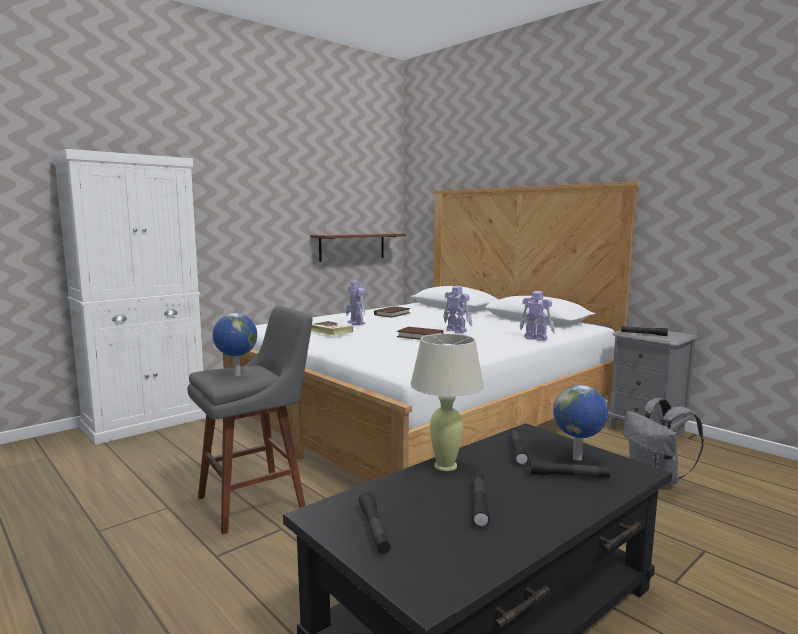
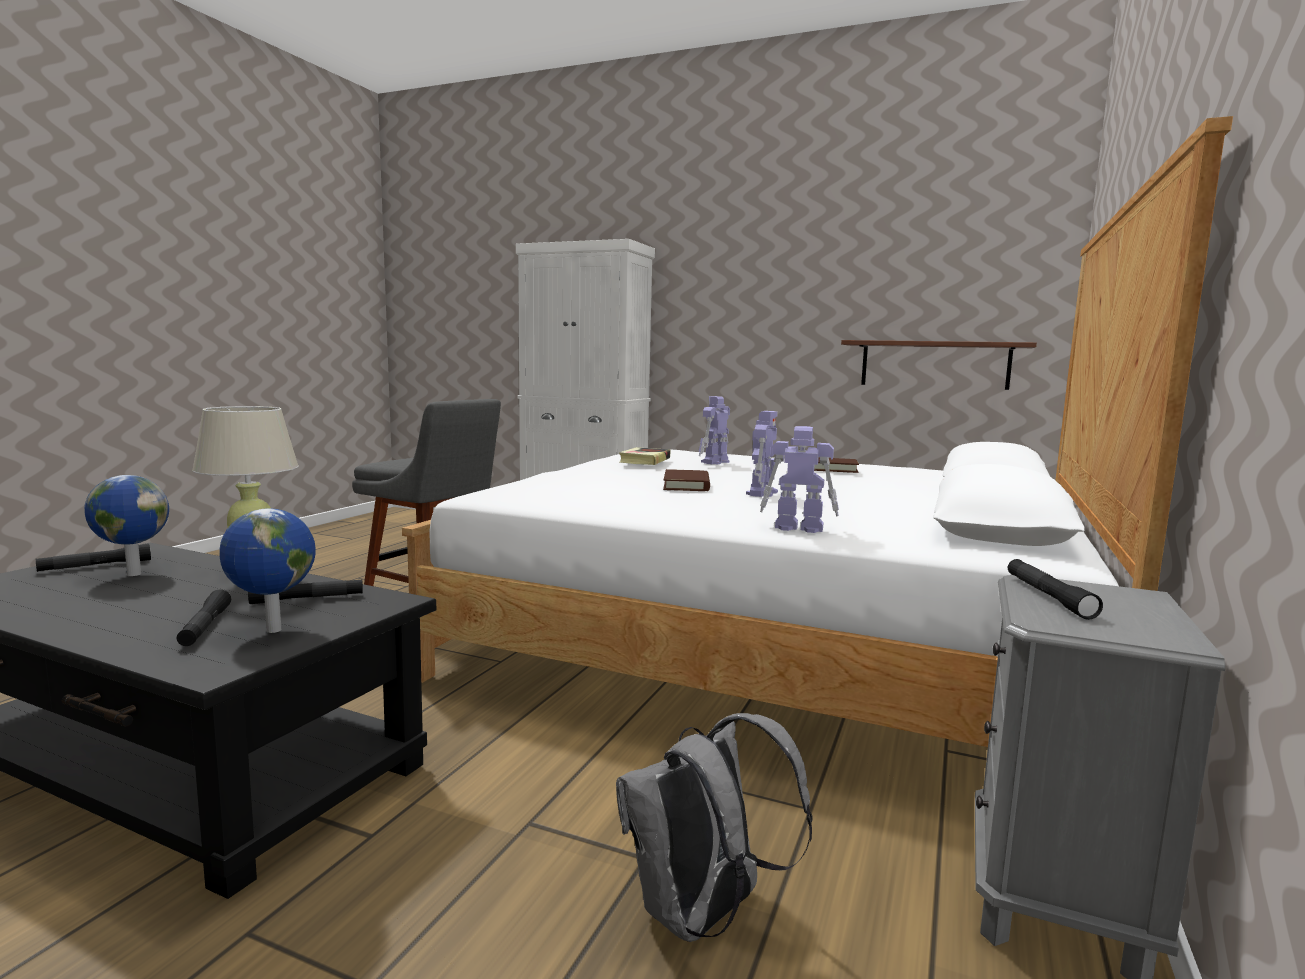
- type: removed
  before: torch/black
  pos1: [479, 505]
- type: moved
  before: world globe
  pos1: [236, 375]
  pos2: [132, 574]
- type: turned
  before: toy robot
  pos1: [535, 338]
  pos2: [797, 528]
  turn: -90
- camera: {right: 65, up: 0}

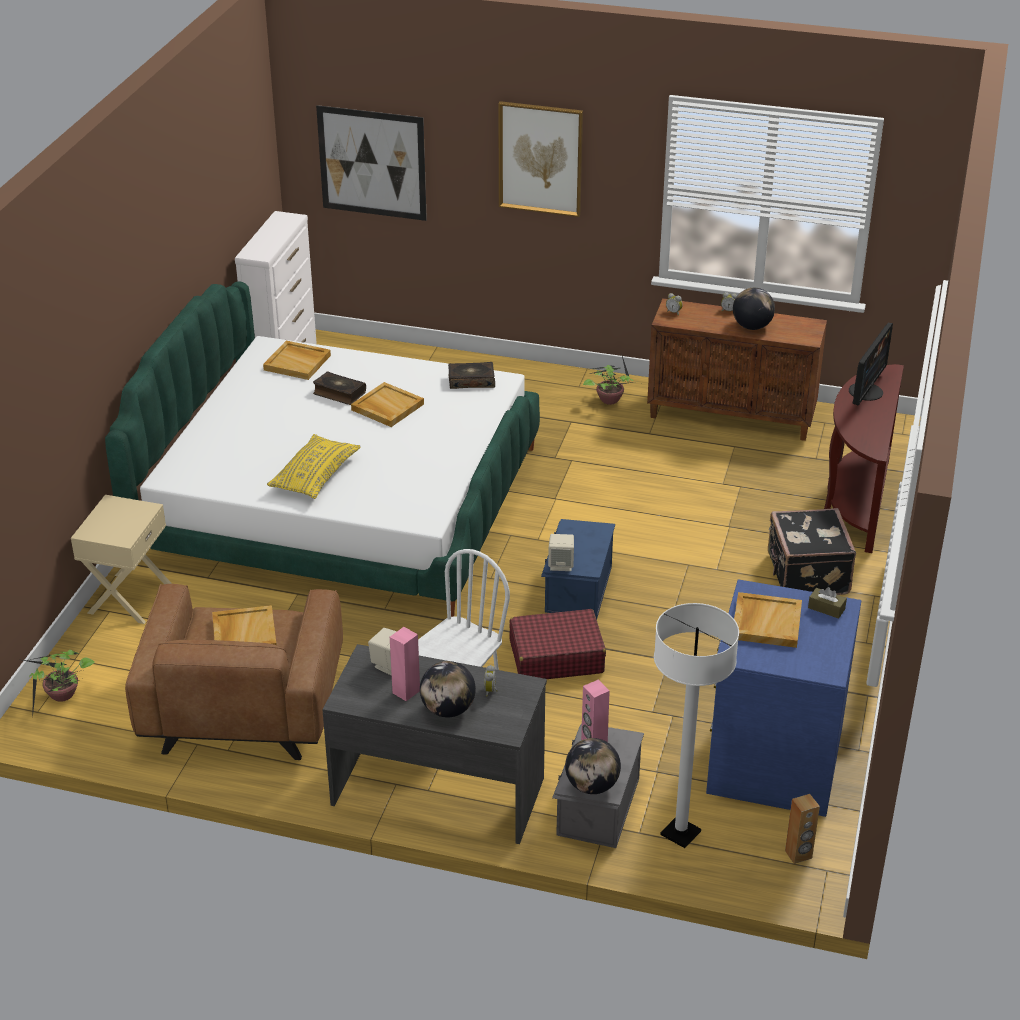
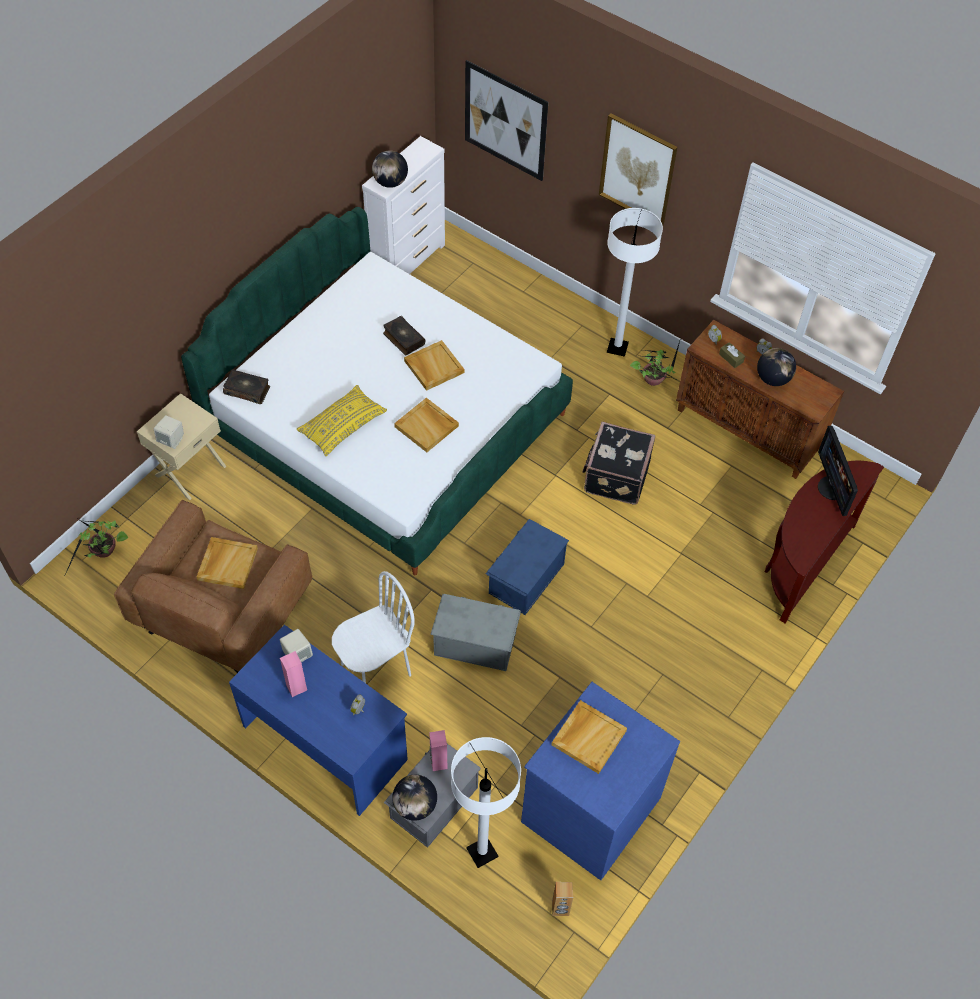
- type: added
  after: standing lamp/white-coloured
  pos2: [617, 348]
- type: moved
  before: serving tray/beige
  pos1: [298, 362]
  pos2: [427, 426]
- type: moved
  before: world globe
  pos1: [448, 710]
  pos2: [390, 182]
- type: moved
  before: book
  pos1: [471, 381]
  pos2: [247, 390]
- type: moved
  before: loudspeaker/beige
  pos1: [561, 565]
  pos2: [172, 440]
- type: moved
  before: suitcase/black
  pos1: [806, 574]
  pos2: [615, 476]
- type: moved
  before: tissue box/brownish
  pos1: [826, 608]
  pos2: [731, 358]
- type: replaced
  before: suitcase/red-coloured
  after: storage container/gray
  pos1: [556, 656]
  pos2: [475, 642]
- type: recoloured
  before: desk table/gray
  after: desk table/blue-coloured
  pos1: [438, 790]
  pos2: [326, 741]
- type: turned
  before: computer display
  pos1: [866, 391]
  pos2: [832, 488]
  turn: 120
- camera: {right: 20, up: 20}

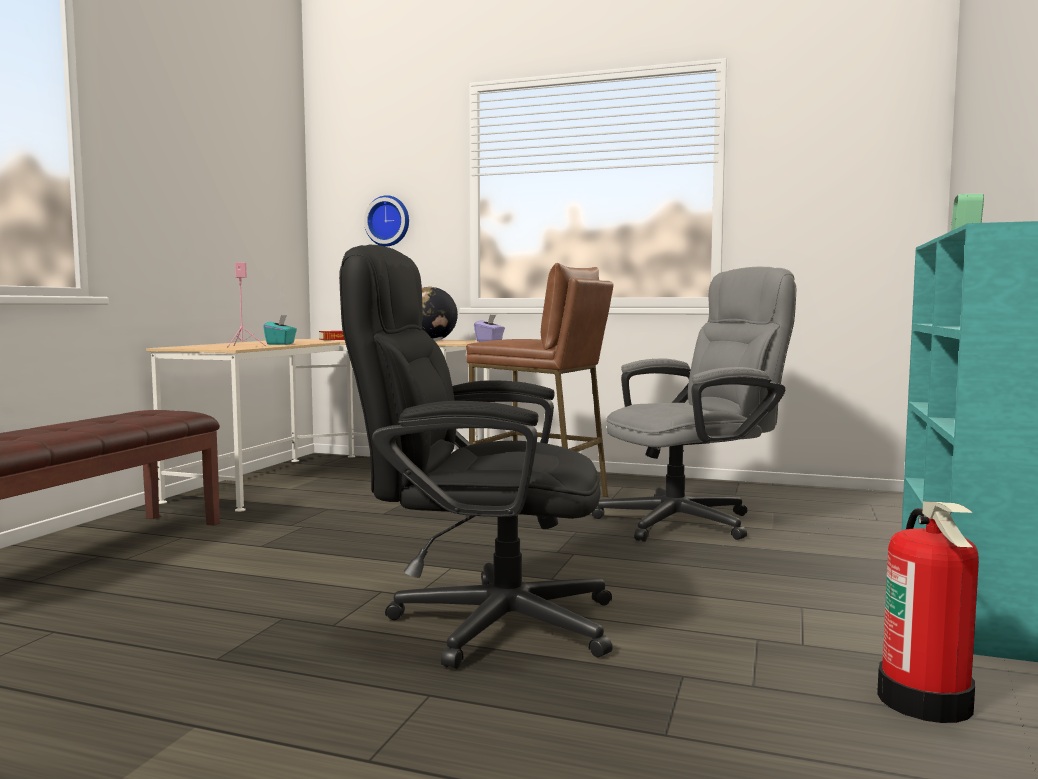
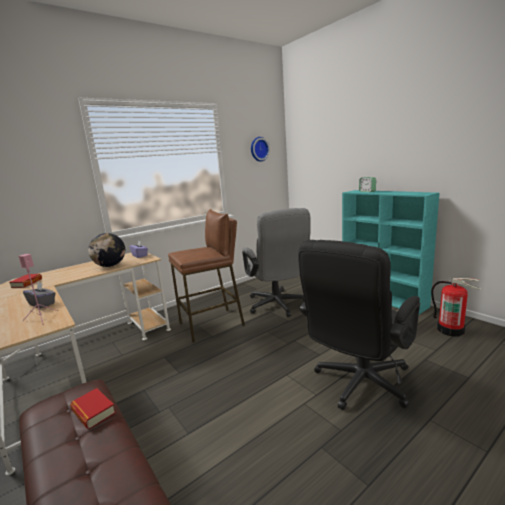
- type: added
  after: book
  pos2: [93, 412]
- type: moved
  before: hanging clock
  pos1: [388, 221]
  pos2: [258, 149]
- type: recoloured
  before: tissue box/turquoise
  after: tissue box/gray
  pos1: [281, 344]
  pos2: [42, 304]
- type: turned
  before: desk chair/gray
  pos1: [690, 521]
  pos2: [278, 306]
  turn: 150
- camera: {right: -55, up: 10}

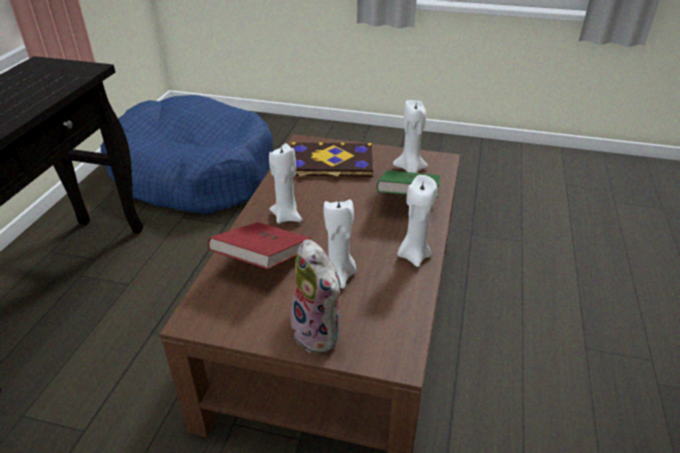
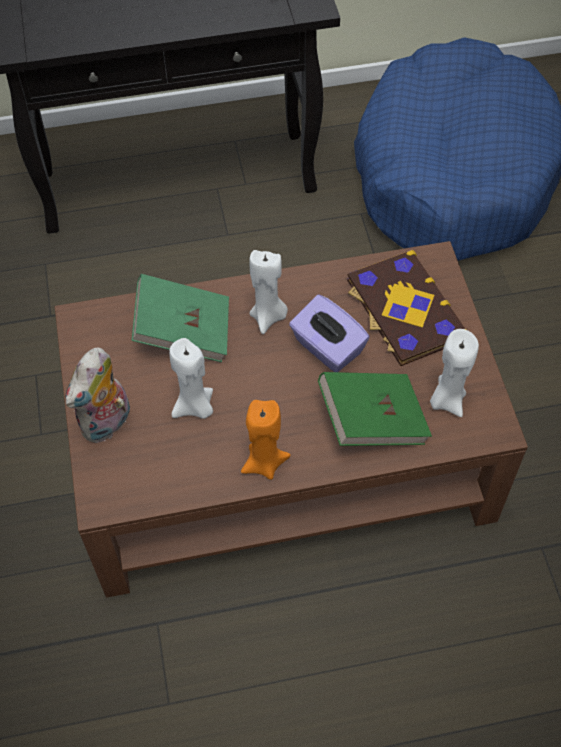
- type: added
  after: tissue box/purplish
  pos2: [327, 348]
- type: recoloured
  before: book/red-coloured
  after: book/greenish
  pos1: [262, 261]
  pos2: [183, 332]
- type: recoloured
  before: wax candle/white-coloured
  after: wax candle/orangey
  pos1: [413, 255]
  pos2: [264, 463]
- camera: {right: 65, up: 20}

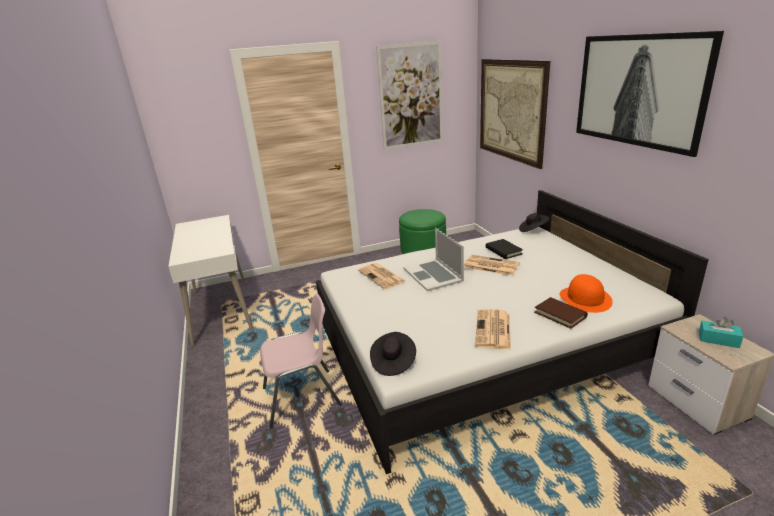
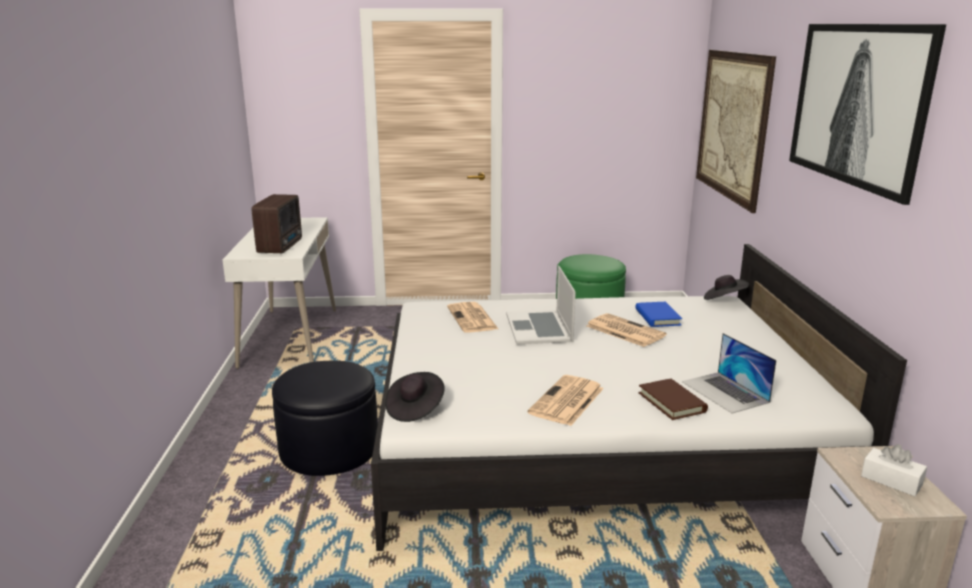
- type: removed
  before: wall art
  pos1: [411, 96]
- type: added
  after: radio set
  pos2: [281, 246]
- type: replaced
  before: upright chair/pinkish
  after: footrest/black
  pos1: [303, 397]
  pos2: [329, 449]
- type: replaced
  before: hat/orangey
  after: portable computer
  pos1: [585, 299]
  pos2: [725, 392]
- type: recoloured
  before: book/black
  after: book/blue-coloured
  pos1: [503, 251]
  pos2: [657, 317]
- type: recoloured
  before: tissue box/turquoise
  after: tissue box/white-coloured
  pos1: [718, 340]
  pos2: [891, 480]
- camera: {right: 15, up: -5}

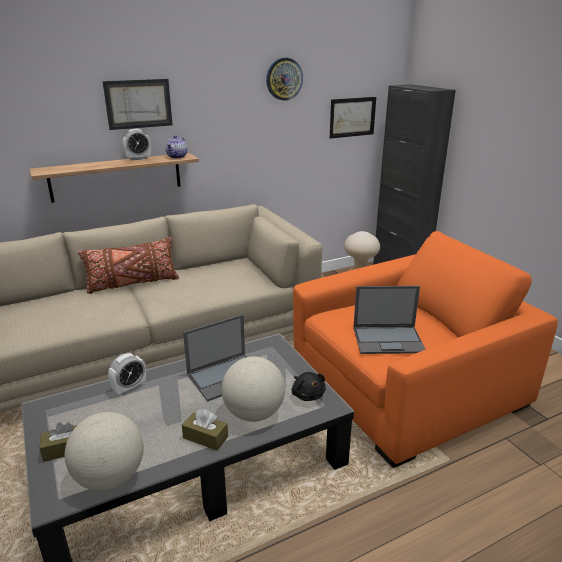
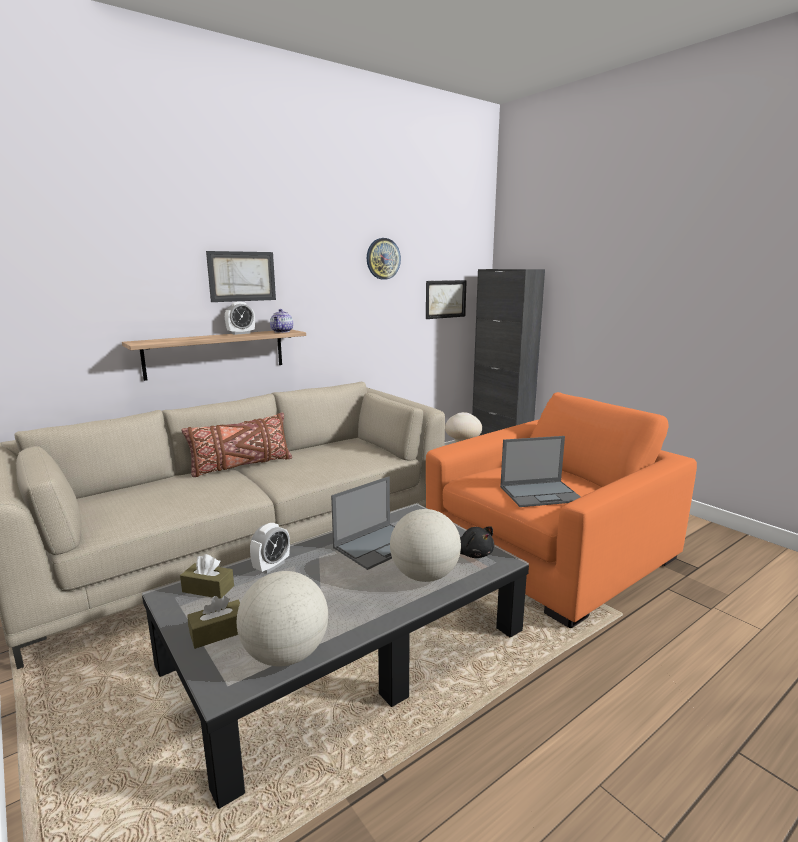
- type: moved
  before: tissue box/brownish
  pos1: [205, 437]
  pos2: [208, 589]
- camera: {right: -10, up: -10}

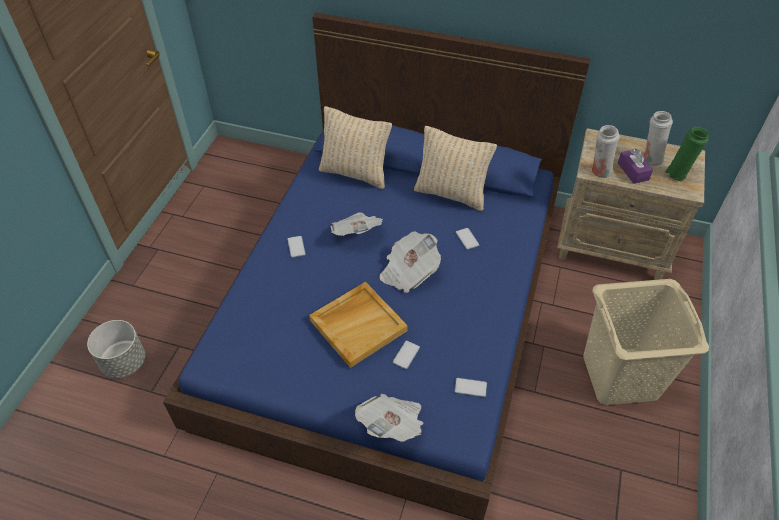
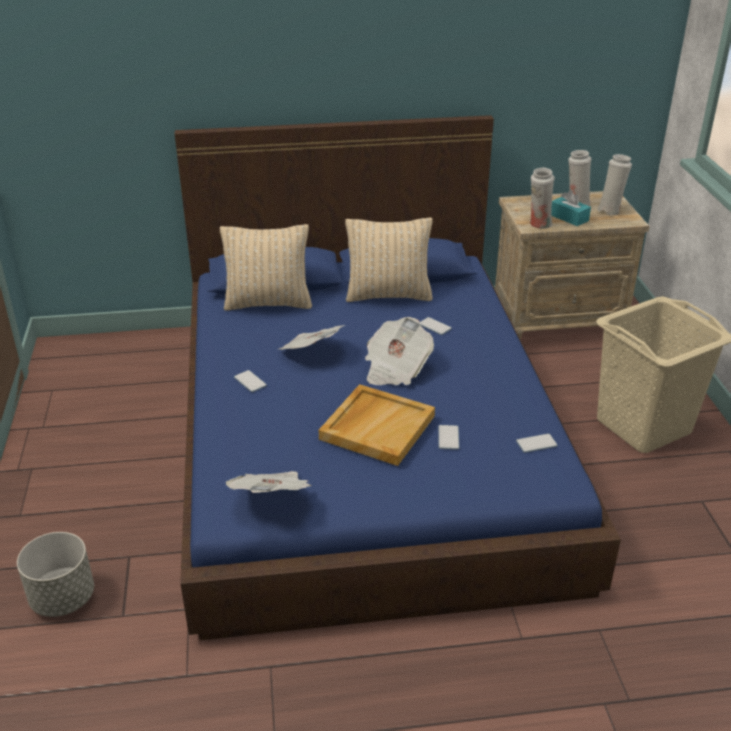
- type: moved
  before: daily paper
  pos1: [392, 425]
  pos2: [272, 498]
- type: recoloured
  before: tissue box/purplish
  after: tissue box/turquoise
  pos1: [633, 171]
  pos2: [569, 218]
- type: recoloured
  before: flower vase/greenish
  after: flower vase/white-coloured
  pos1: [678, 174]
  pos2: [610, 210]
- camera: {right: -25, up: -15}

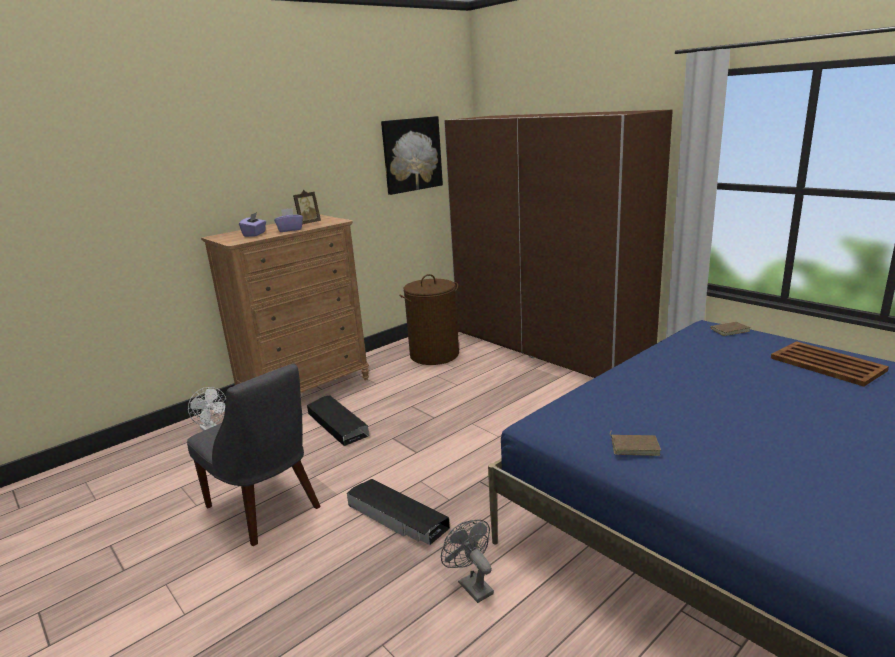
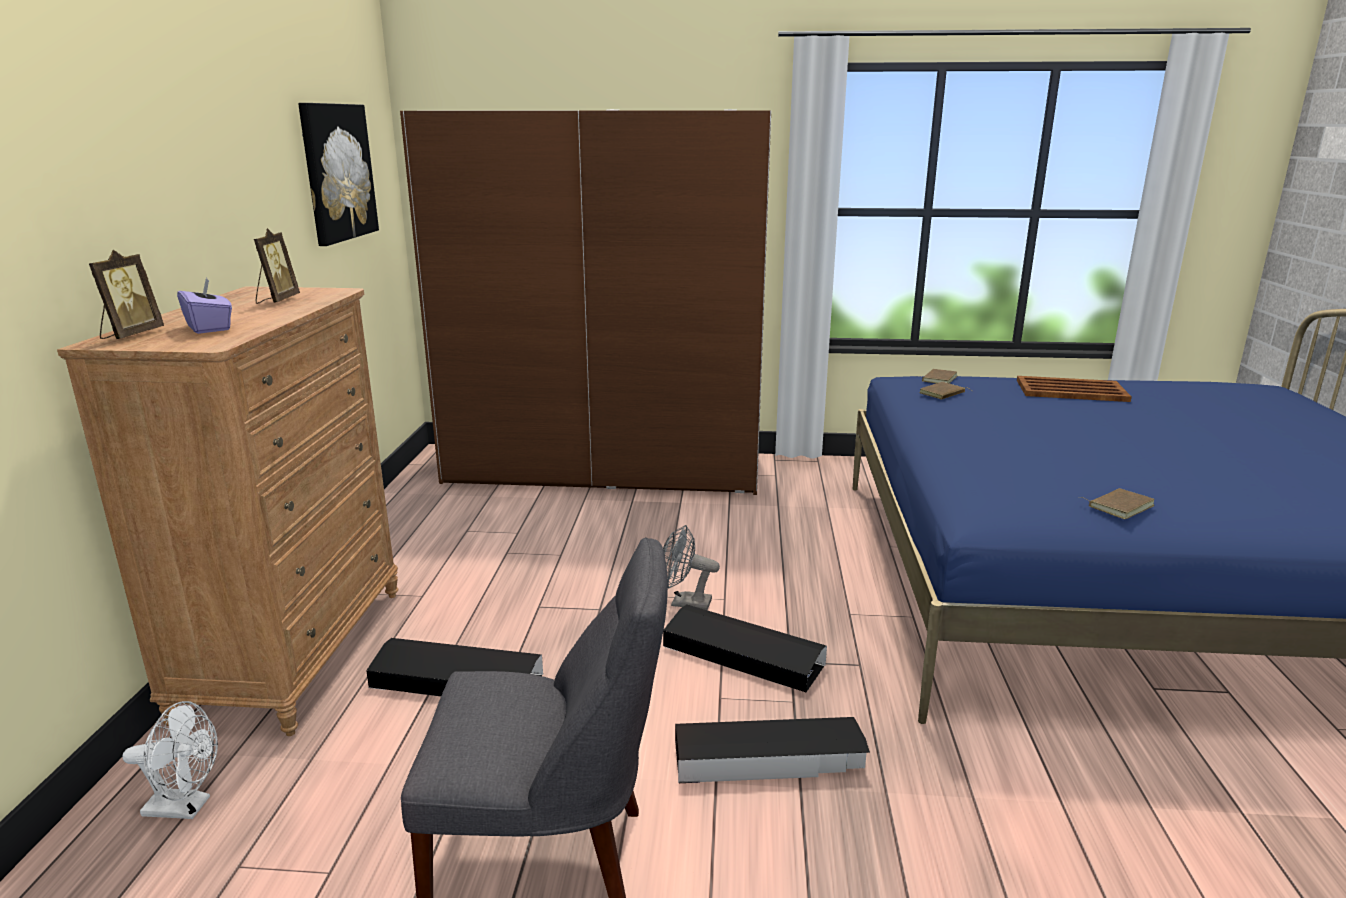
- type: removed
  before: tissue box/purplish
  pos1: [290, 230]
- type: removed
  before: laundry basket/brownish
  pos1: [434, 355]
- type: added
  after: picture frame
  pos2: [130, 335]
- type: added
  after: storage container/black
  pos2: [742, 655]
- type: added
  after: book/brownish
  pos2: [943, 393]
- type: moved
  before: electric fan/gray
  pos1: [471, 585]
  pos2: [684, 603]
- camera: {right: -45, up: 0}

